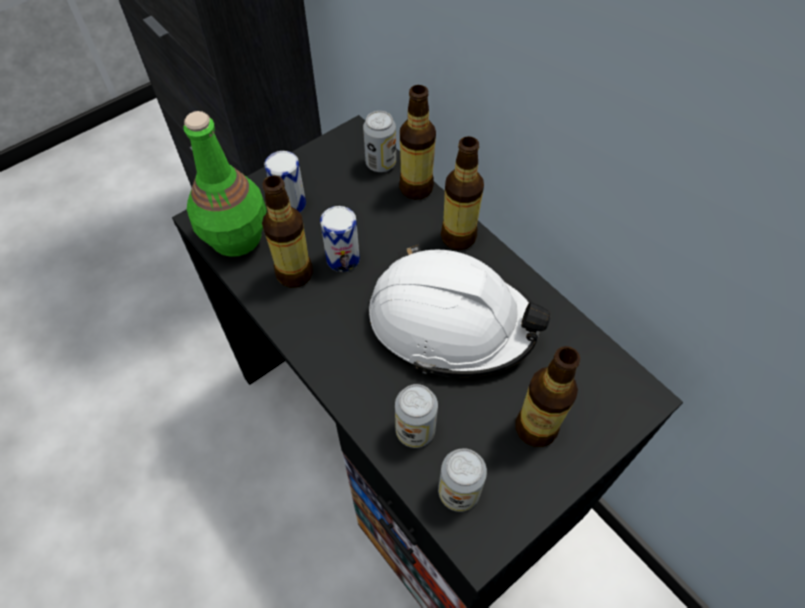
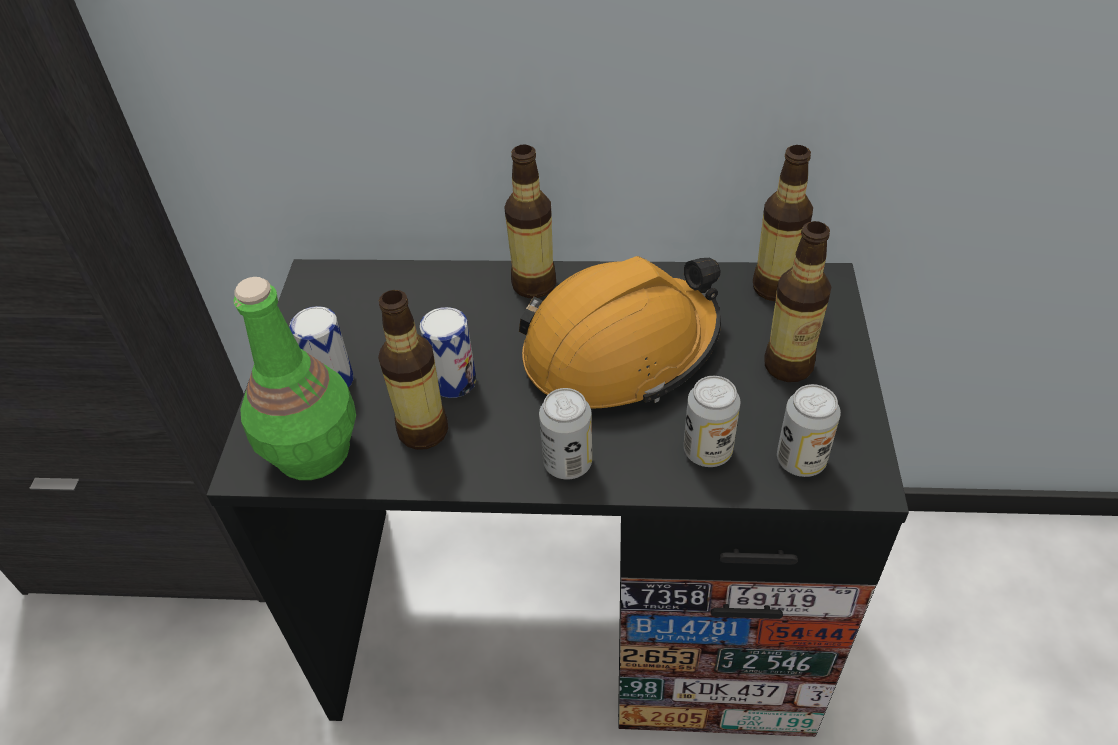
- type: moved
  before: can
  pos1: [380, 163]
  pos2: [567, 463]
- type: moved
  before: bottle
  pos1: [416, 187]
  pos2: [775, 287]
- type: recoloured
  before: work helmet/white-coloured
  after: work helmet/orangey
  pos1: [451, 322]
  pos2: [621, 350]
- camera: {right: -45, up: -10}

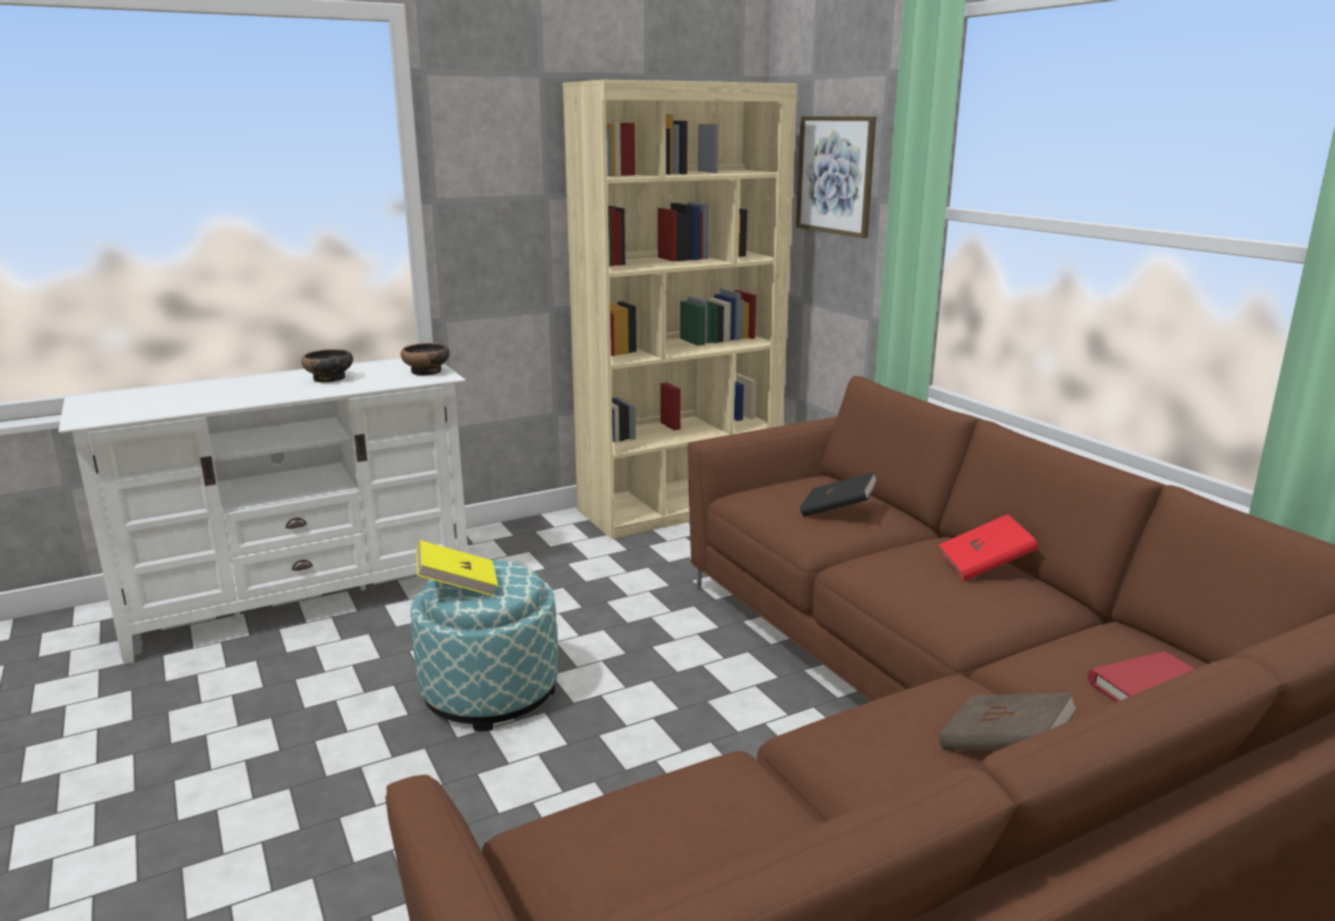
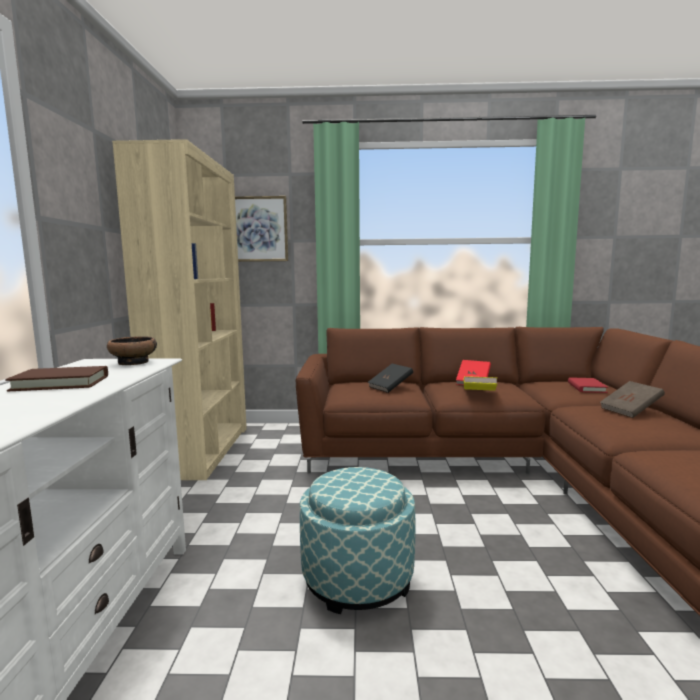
- type: moved
  before: book/yellow-coloured
  pos1: [457, 586]
  pos2: [479, 394]
- type: replaced
  before: deep dish
  after: book/brownish
  pos1: [329, 379]
  pos2: [61, 383]
- camera: {right: -60, up: -10}

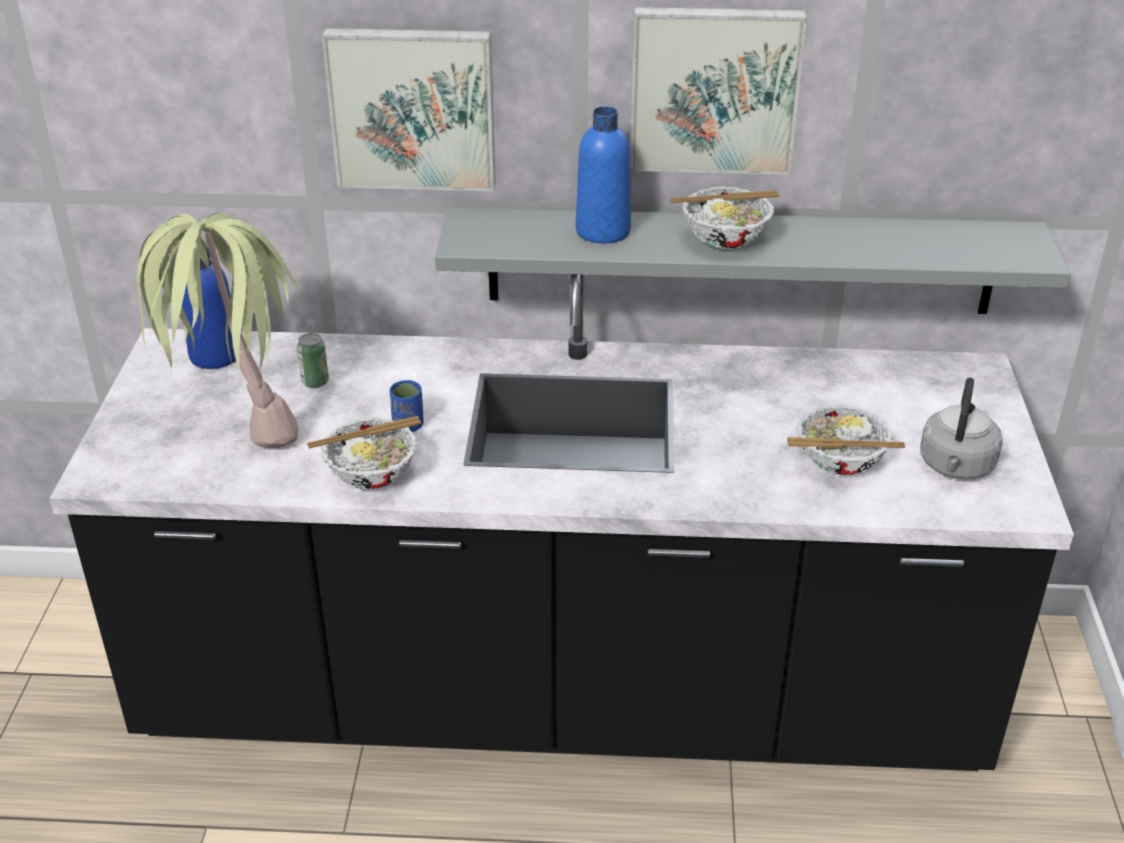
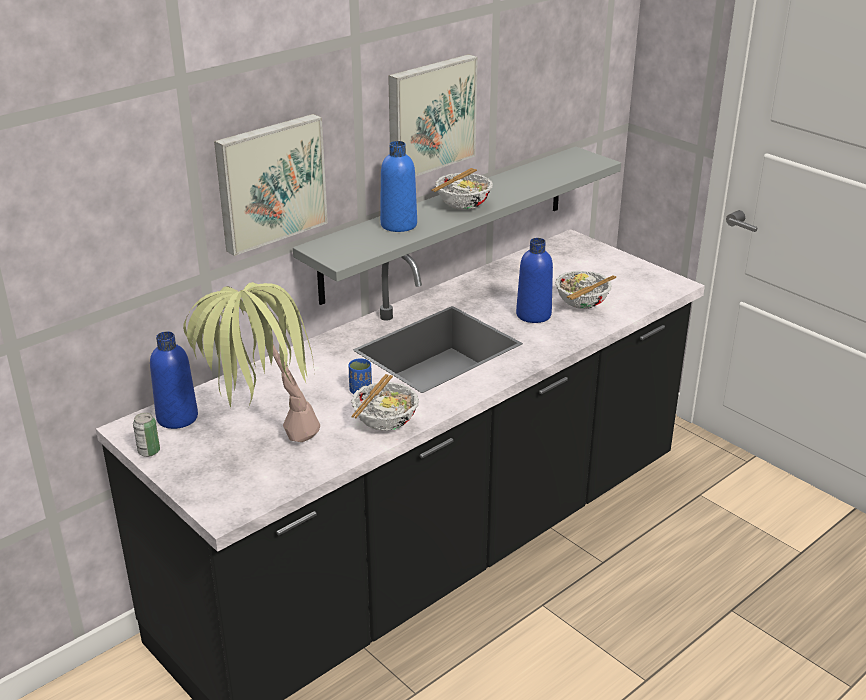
- type: removed
  before: water kettle/gray
  pos1: [955, 467]
- type: added
  after: bottle/blue-coloured
  pos2: [533, 315]
- type: moved
  before: can
  pos1: [315, 382]
  pos2: [149, 451]
- camera: {right: -45, up: -5}

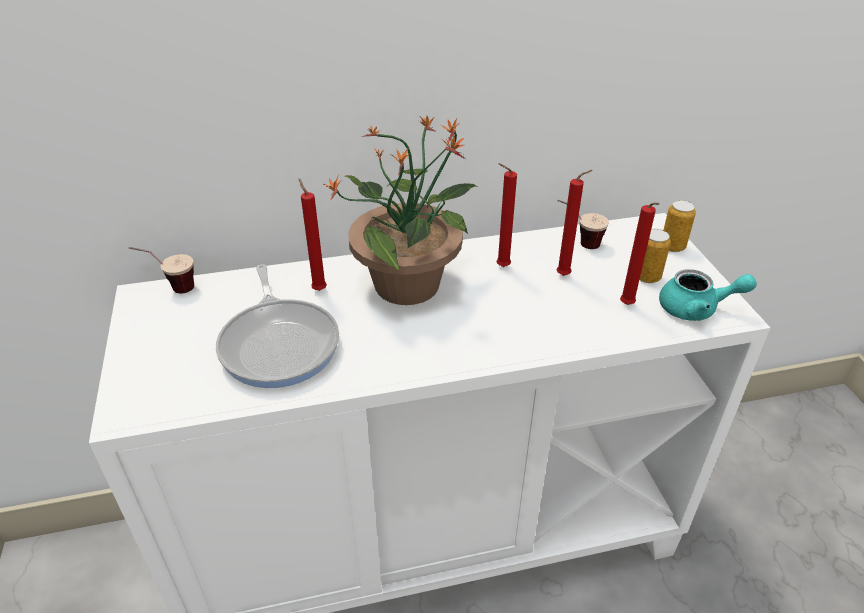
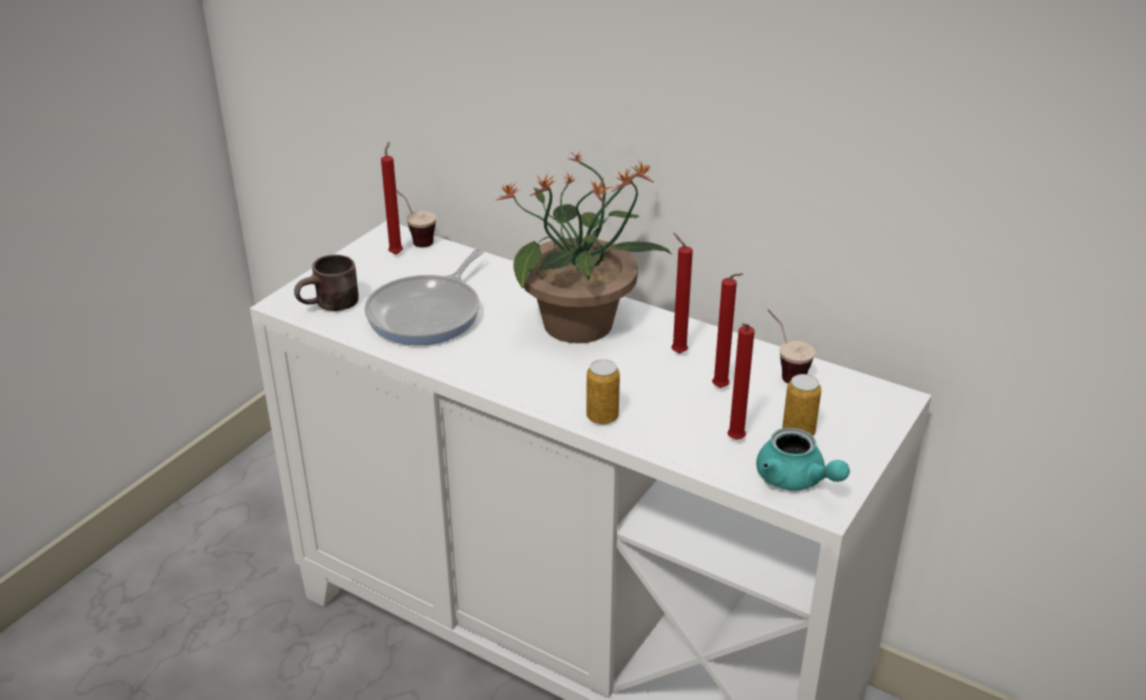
- type: added
  after: tea mug/brownish
  pos2: [331, 307]
- type: moved
  before: wax candle/red-coloured
  pos1: [318, 289]
  pos2: [396, 253]
- type: moved
  before: can
  pos1: [672, 246]
  pos2: [602, 417]
- camera: {right: 45, up: -5}

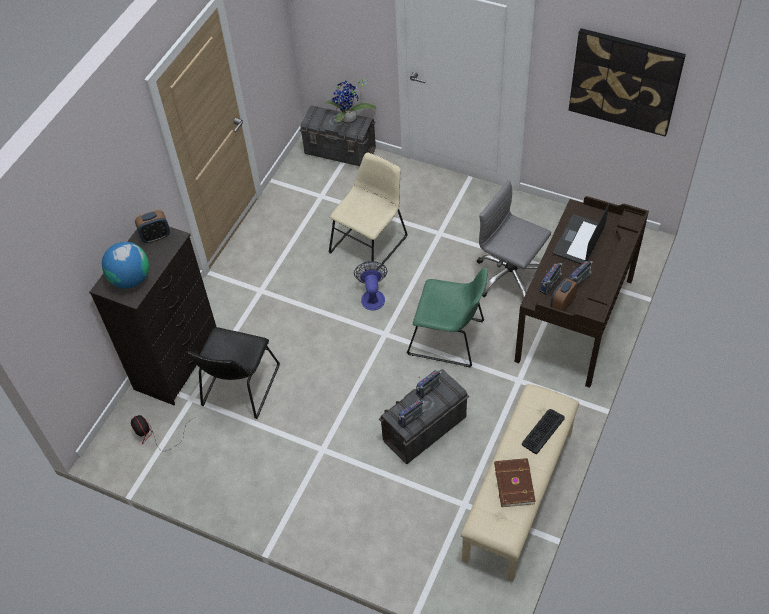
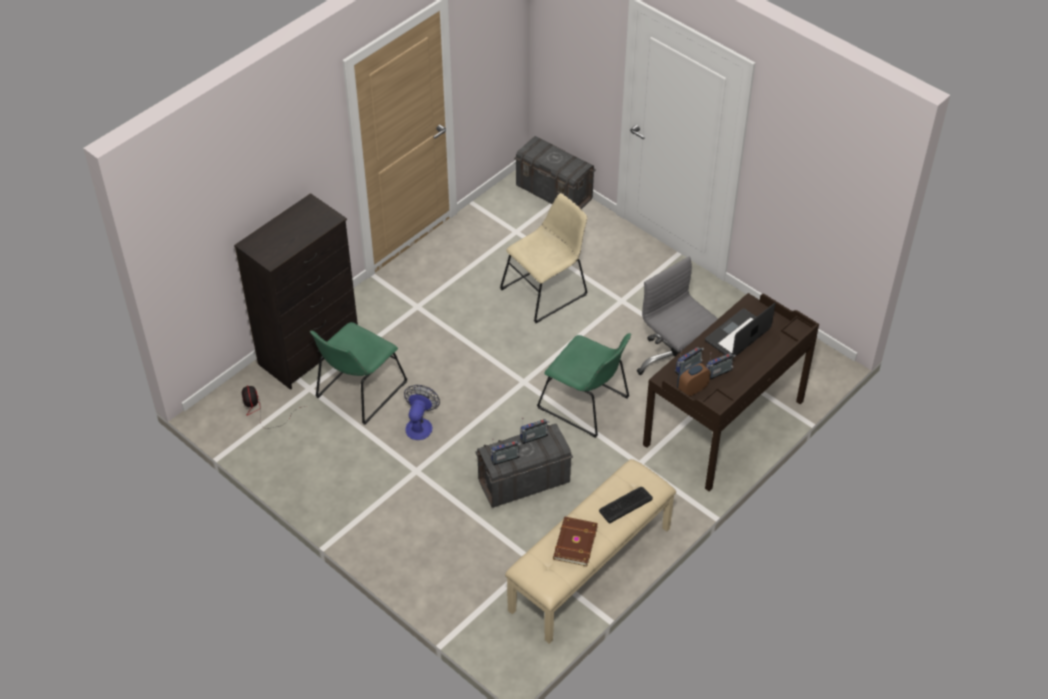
- type: removed
  before: world globe
  pos1: [130, 279]
- type: removed
  before: bedside clock
  pos1: [156, 236]
- type: removed
  before: potted plant
  pos1: [348, 120]
- type: removed
  before: wall art
  pos1: [625, 81]
- type: moved
  before: electric fan
  pos1: [372, 296]
  pos2: [420, 425]
- type: recoloured
  before: upright chair/black
  after: upright chair/greenish
  pos1: [239, 388]
  pos2: [359, 392]
- camera: {right: 15, up: -5}

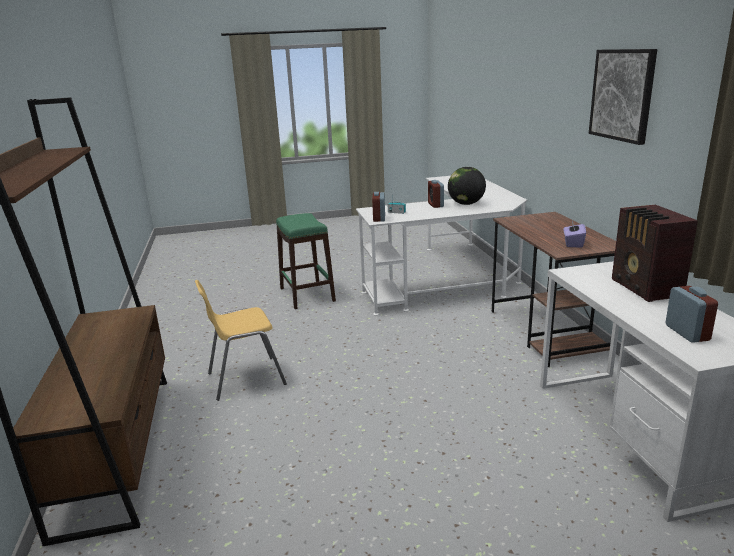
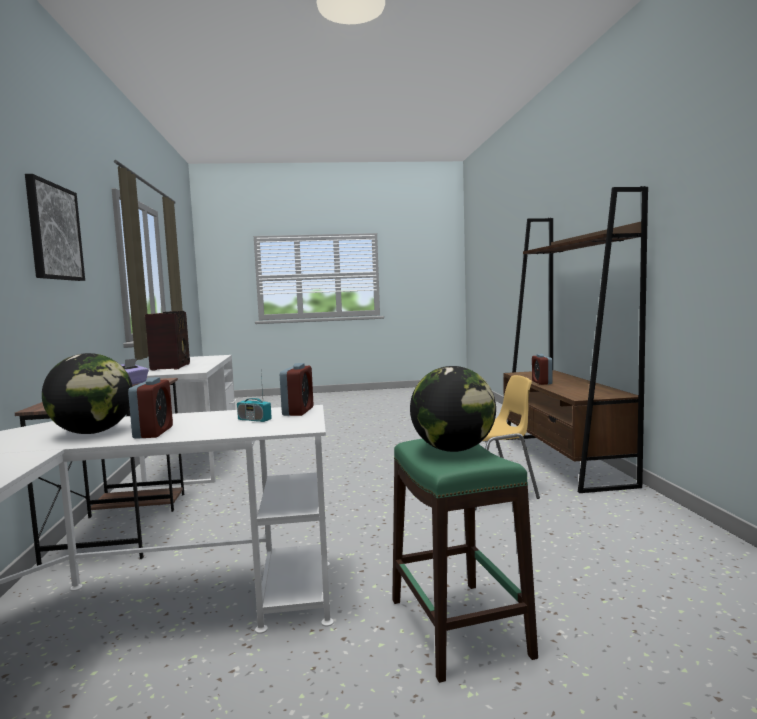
- type: added
  after: world globe
  pos2: [453, 450]
- type: moved
  before: bedside clock
  pos1: [687, 333]
  pos2: [542, 382]
- camera: {right: -175, up: -15}

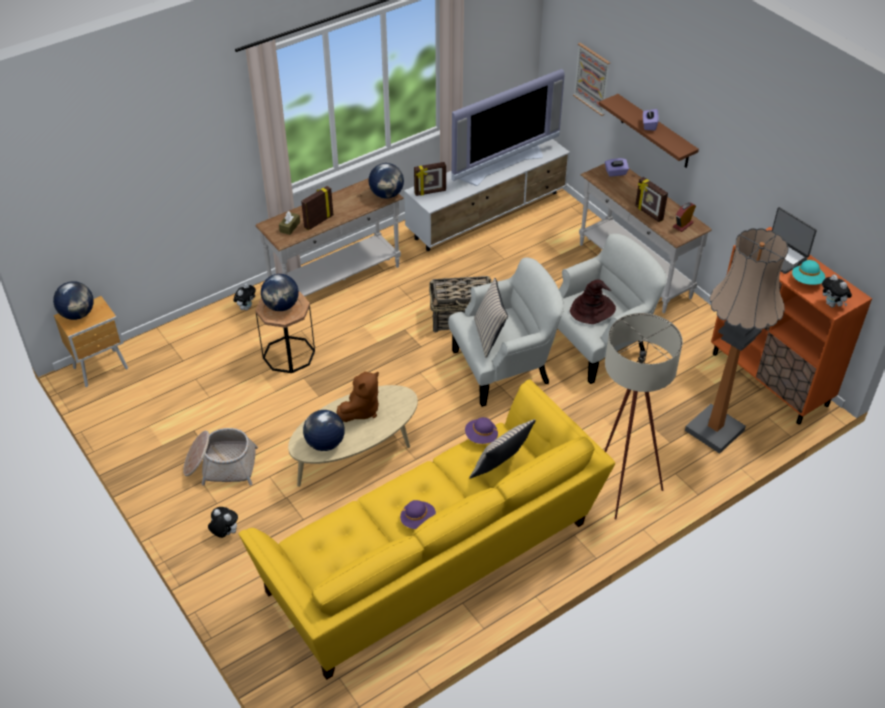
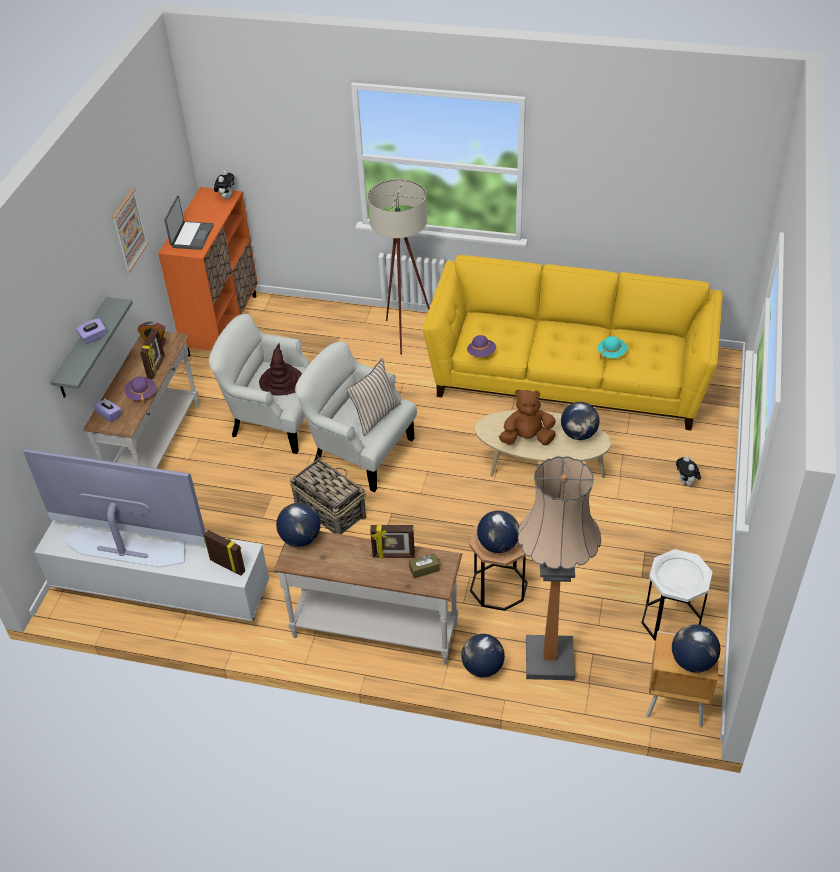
- type: removed
  before: household basket
  pos1: [221, 465]
- type: removed
  before: pillow/beige
  pos1: [501, 467]
- type: added
  after: accent table/white-coloured
  pos2: [671, 621]
- type: moved
  before: hat/purplish
  pos1: [418, 520]
  pos2: [141, 394]
- type: moved
  before: wall art
  pos1: [592, 79]
  pos2: [129, 230]
- type: moved
  before: standing lamp
  pos1: [714, 430]
  pos2: [549, 659]
- type: moved
  before: hat/turquoise
  pos1: [806, 281]
  pos2: [611, 353]
- type: replaced
  before: cuddly toy
  after: world globe
  pos1: [246, 307]
  pos2: [482, 667]
- type: recoloured
  before: shelf/brownish
  after: shelf/gray
  pos1: [655, 132]
  pos2: [83, 349]
- camera: {right: -130, up: 0}

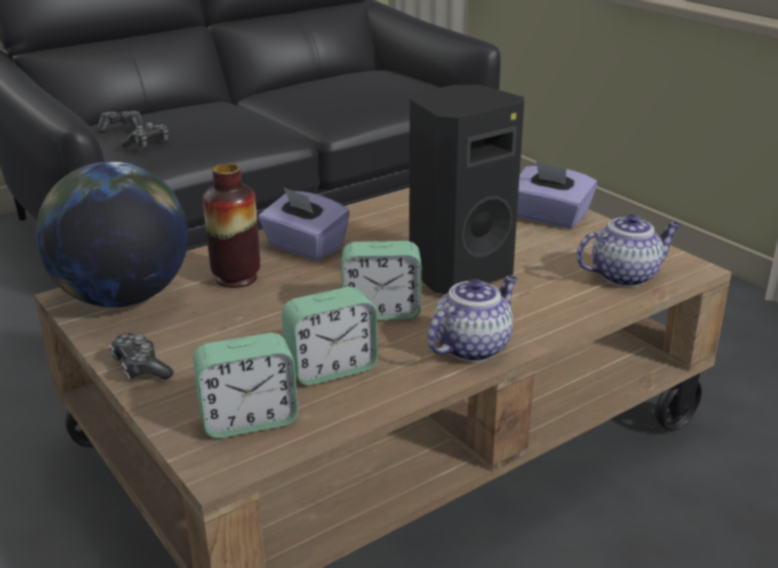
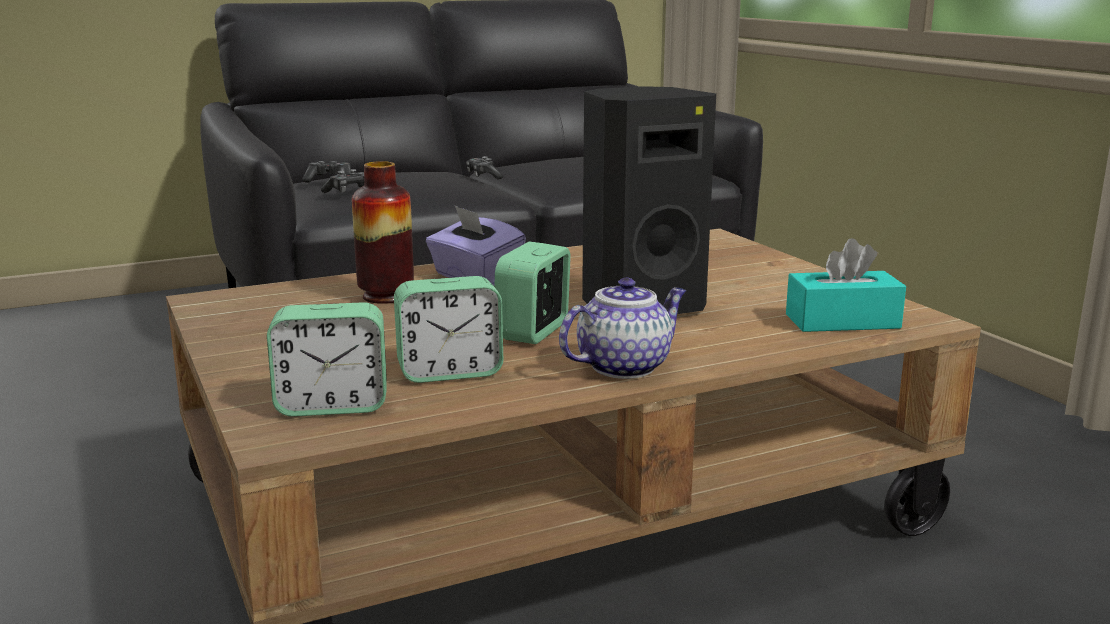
- type: removed
  before: world globe
  pos1: [123, 297]
- type: removed
  before: tissue box/purplish
  pos1: [549, 217]
- type: moved
  before: gamepad
  pos1: [141, 367]
  pos2: [483, 176]
- type: replaced
  before: tea pot
  after: tissue box/turquoise
  pos1: [625, 275]
  pos2: [842, 321]
- type: turned
  before: bedside clock
  pos1: [381, 312]
  pos2: [533, 332]
  turn: 105
- camera: {right: 10, up: -10}

